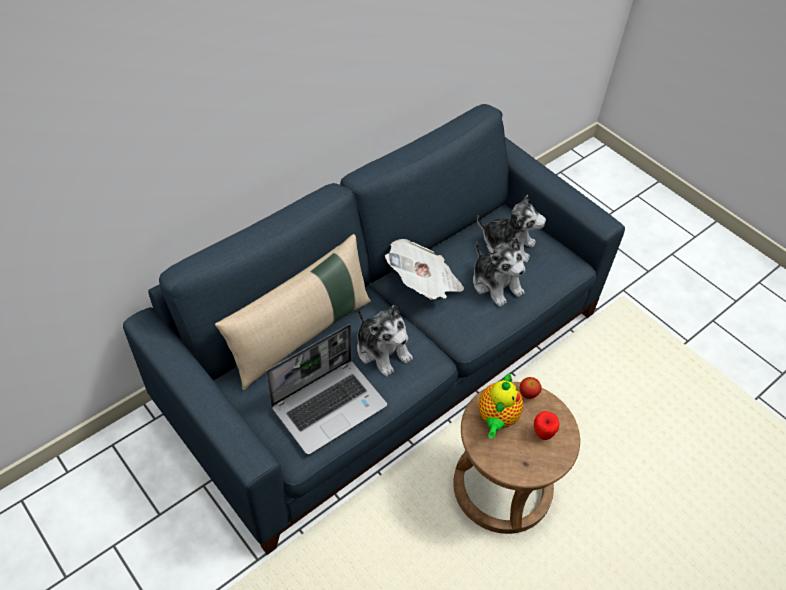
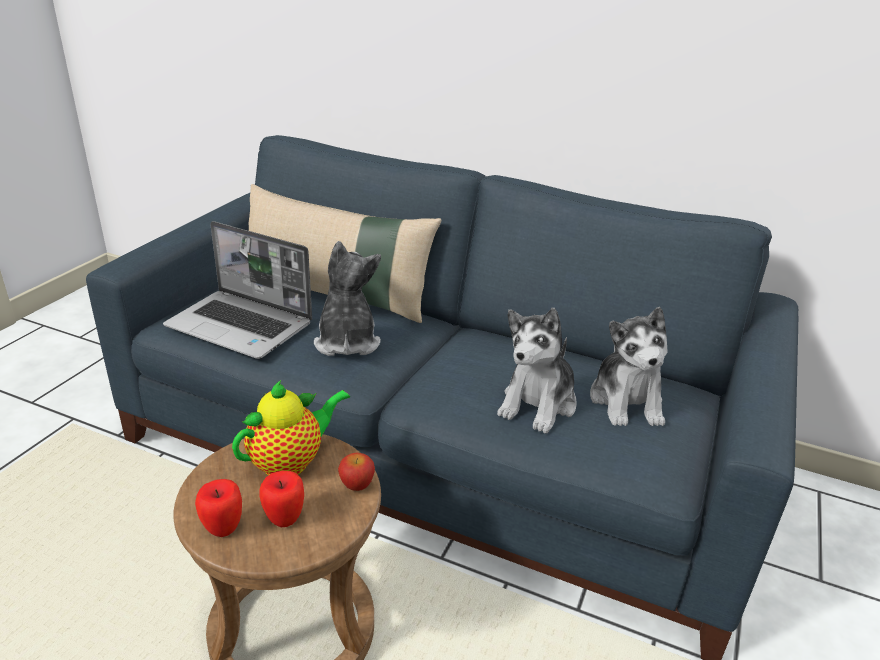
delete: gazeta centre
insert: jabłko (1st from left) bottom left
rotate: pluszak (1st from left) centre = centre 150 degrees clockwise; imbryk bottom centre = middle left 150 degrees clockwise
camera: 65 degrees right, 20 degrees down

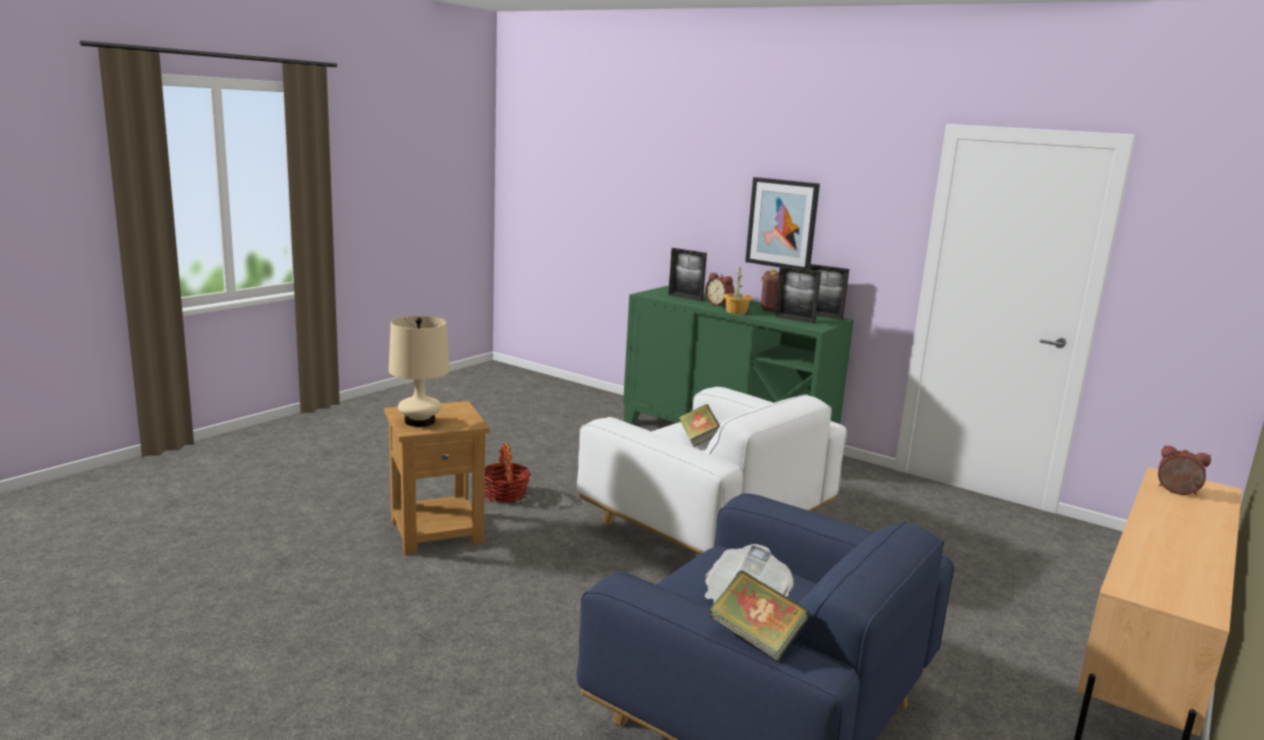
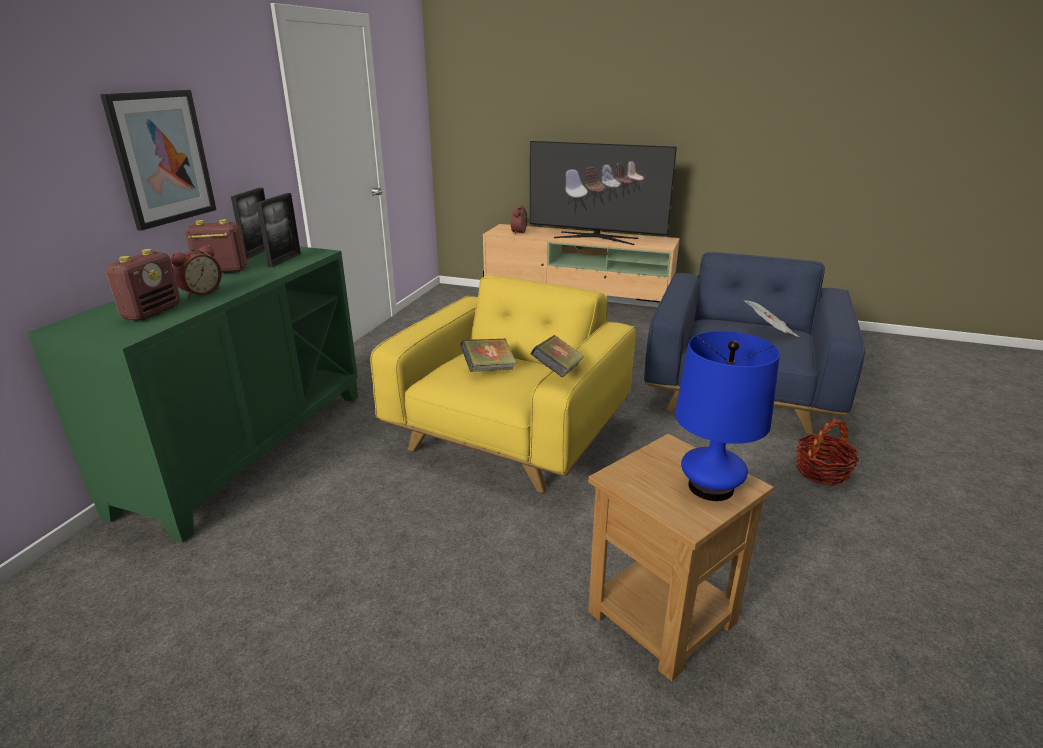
delete: roślina doniczkowa centre
insert: telewizor top centre
move: koszyk centre to middle right; książka (2nd from left) bottom centre to centre
replace: ramka na zdjęcie (1st from left) centre to radio (1st from left) middle left
recolor: lampa stołowa [beżowy] middle left to lampa stołowa [niebieski] middle right; fotel [biały] centre to fotel [żółty] centre
camera: 105 degrees left, 10 degrees up

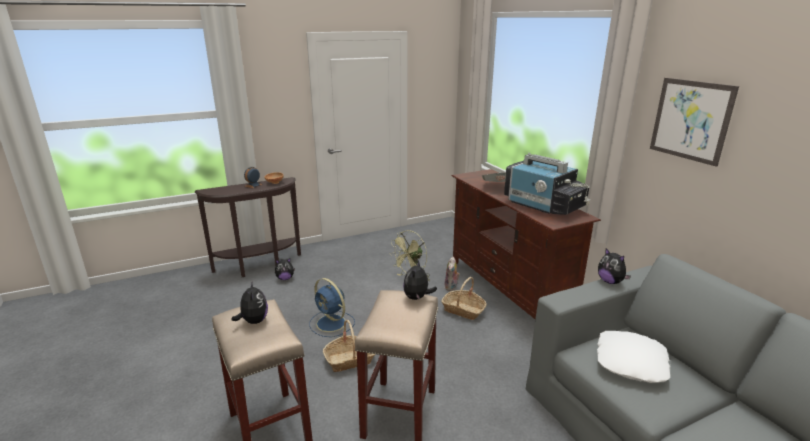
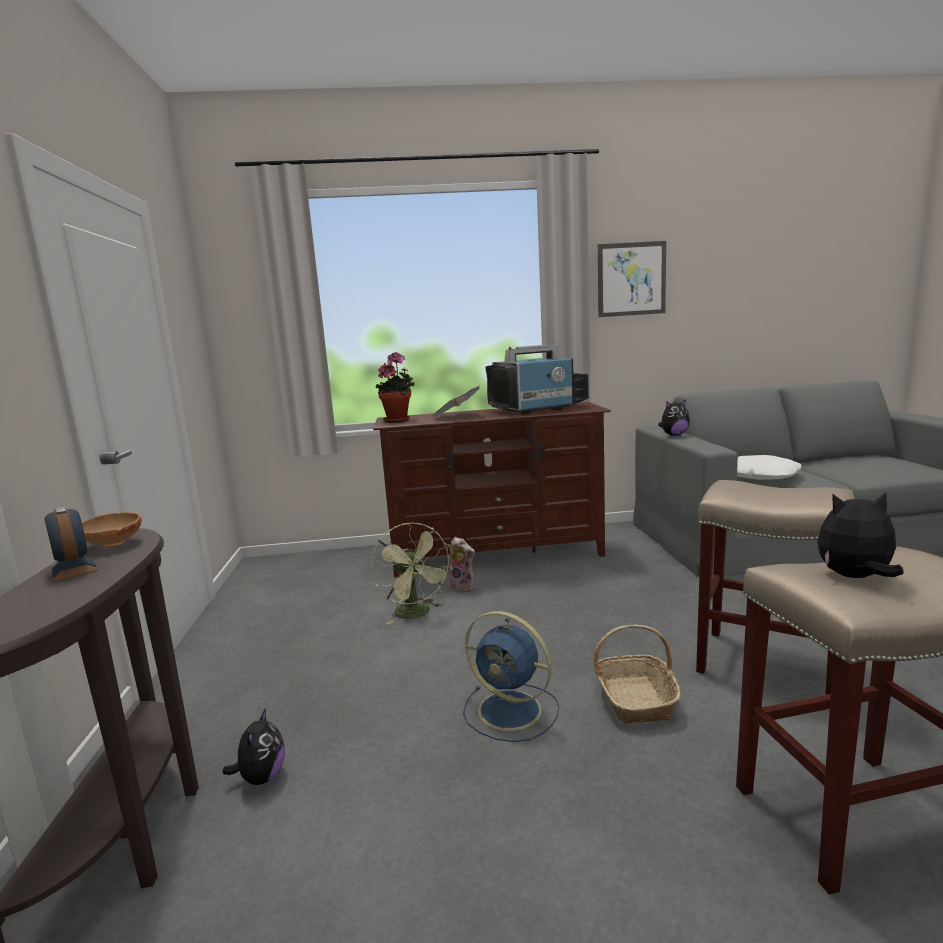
delete: pluszak (3rd from left) centre; koszyk (2nd from left) bottom centre
insert: roślina doniczkowa centre
rotate: wentylator [niebieski] bottom centre = bottom centre 60 degrees clockwise
camera: 70 degrees left, 10 degrees down

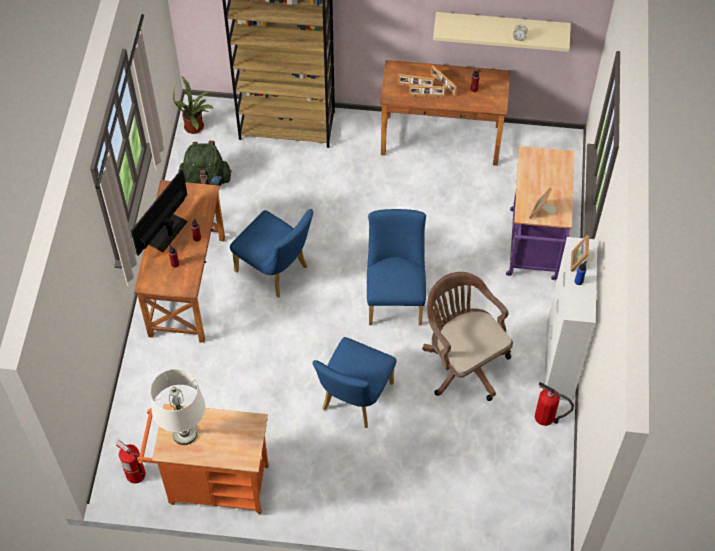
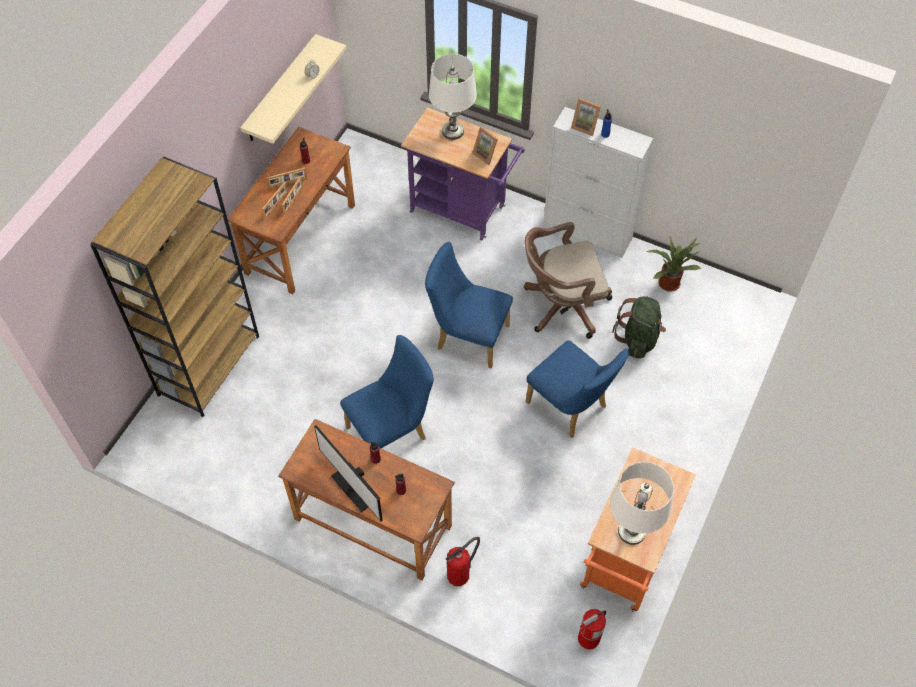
insert: lampa stołowa [biały] (1st from left) top centre
move: roślina doniczkowa top left to middle right; plecak [zielony] top left to middle right; gaśnica (2nd from left in the first image) bottom right to gaśnica (1st from left) bottom centre
camera: 70 degrees left, 0 degrees up

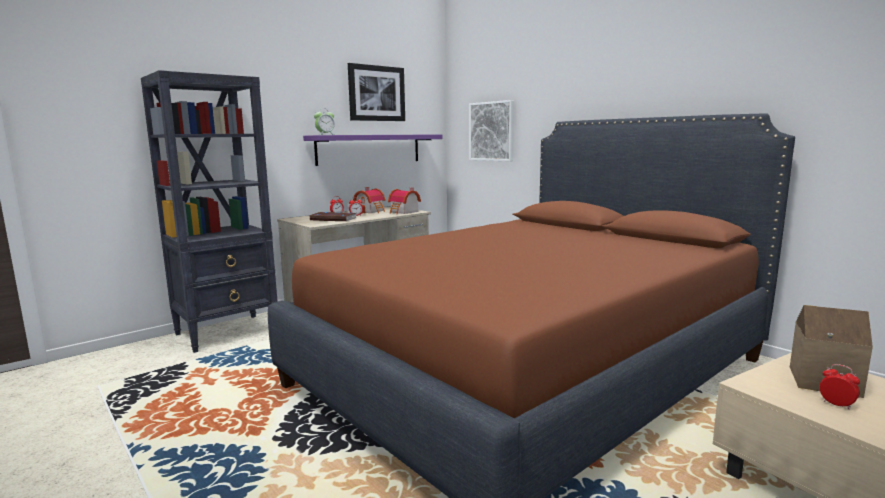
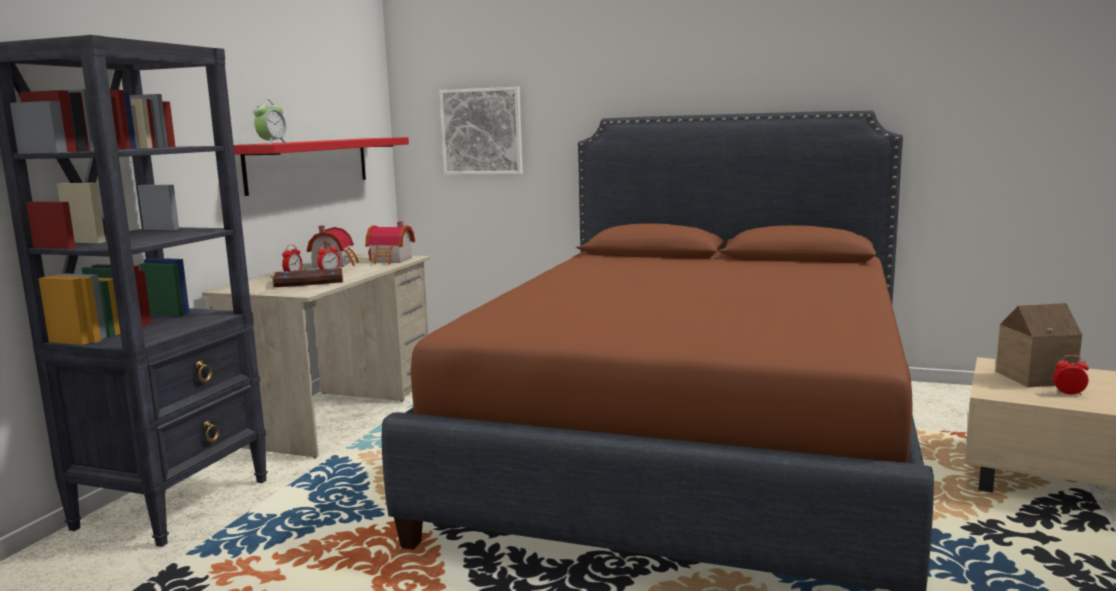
delete: obraz (1st from left) top centre
recolor: półka [fioletowy] top centre to półka [czerwony] top left
camera: 30 degrees left, 0 degrees up

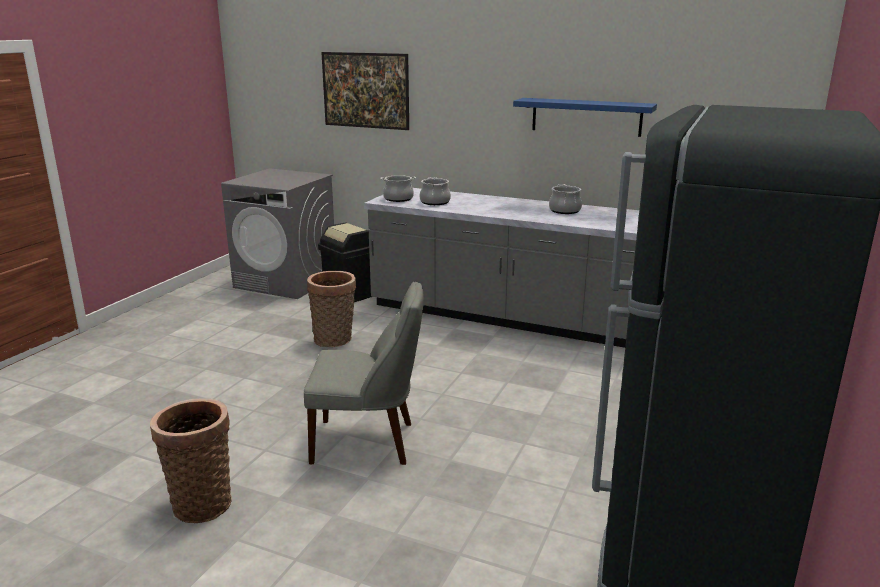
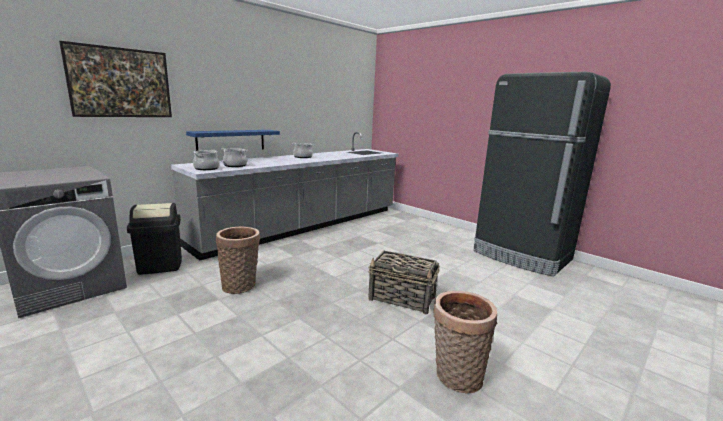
move: półka [niebieski] top centre to top left
replace: krzesło [szary] centre to koszyk (2nd from left) bottom centre
camera: 70 degrees left, 5 degrees down

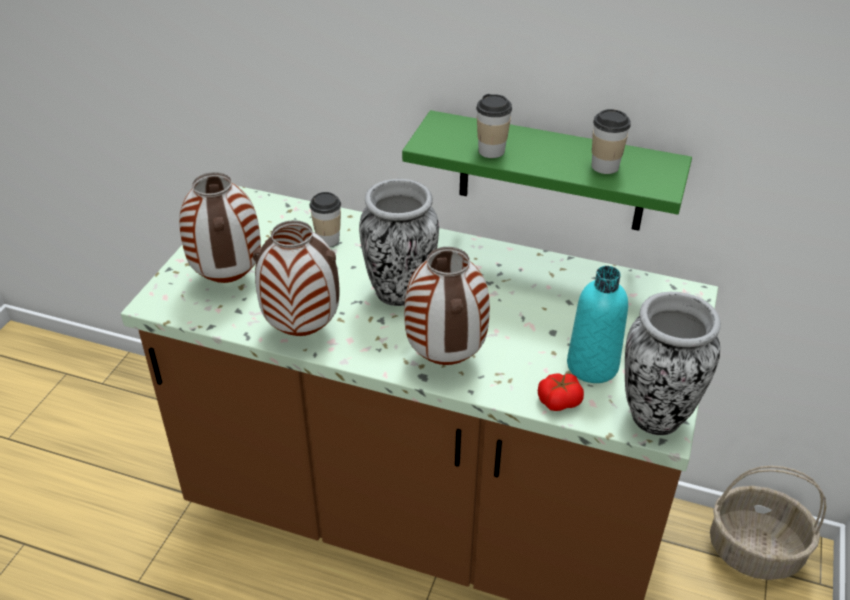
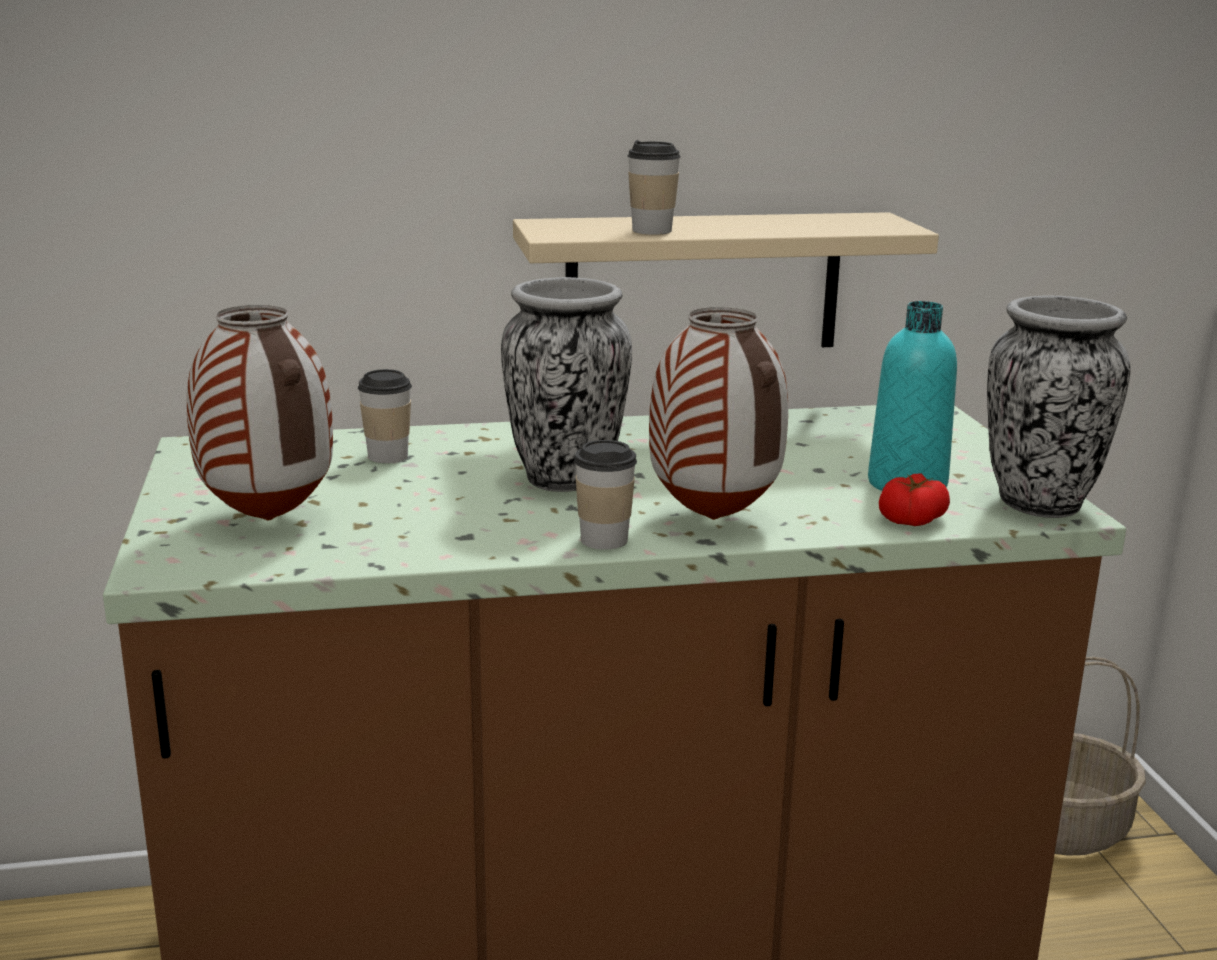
delete: wazon (2nd from left) centre
move: filiżanka (3rd from left in the first image) top right to filiżanka (2nd from left) centre
recolor: półka [zielony] top centre to półka [beżowy] top centre
camera: 30 degrees left, 20 degrees down

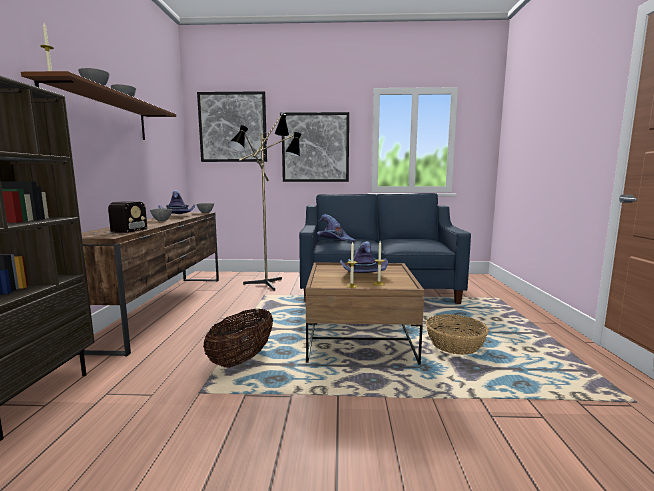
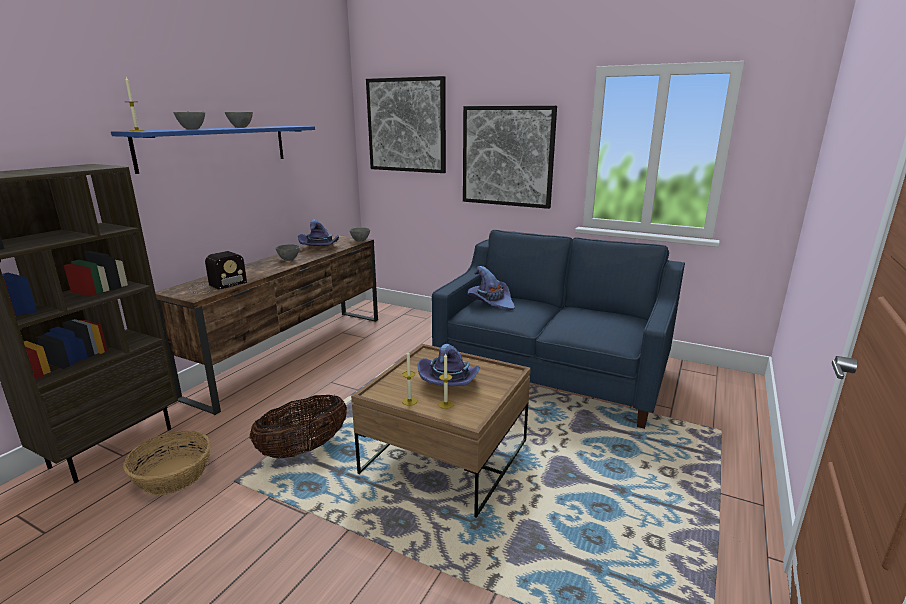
delete: lampa stojąca centre
move: koszyk (2nd from left in the first image) bottom right to koszyk (1st from left) bottom left
recolor: półka [brązowy] top left to półka [niebieski] top left
camera: 25 degrees right, 10 degrees up

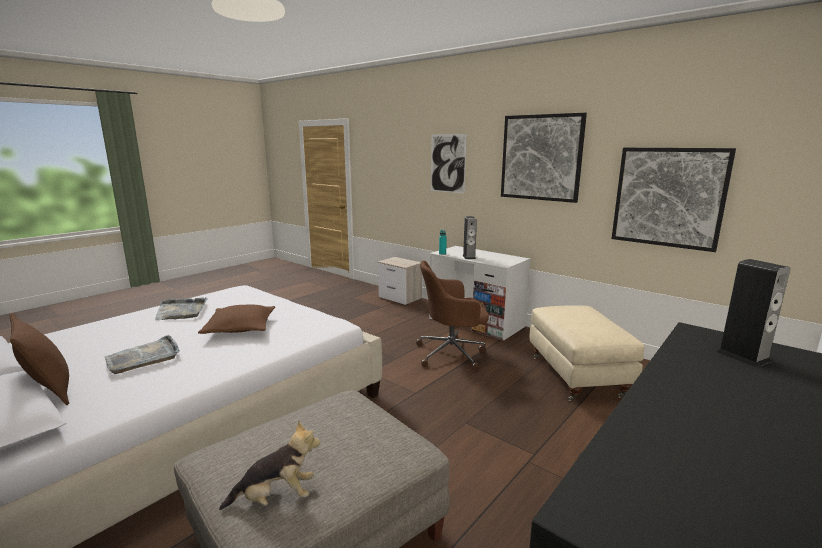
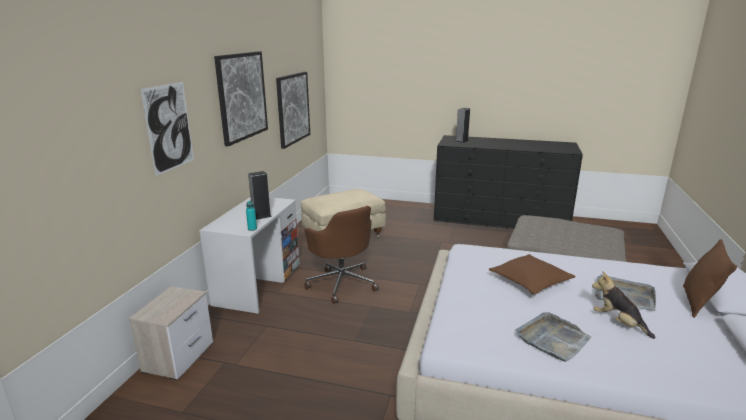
move: pluszak bottom left to bottom right
camera: 115 degrees left, 5 degrees up

